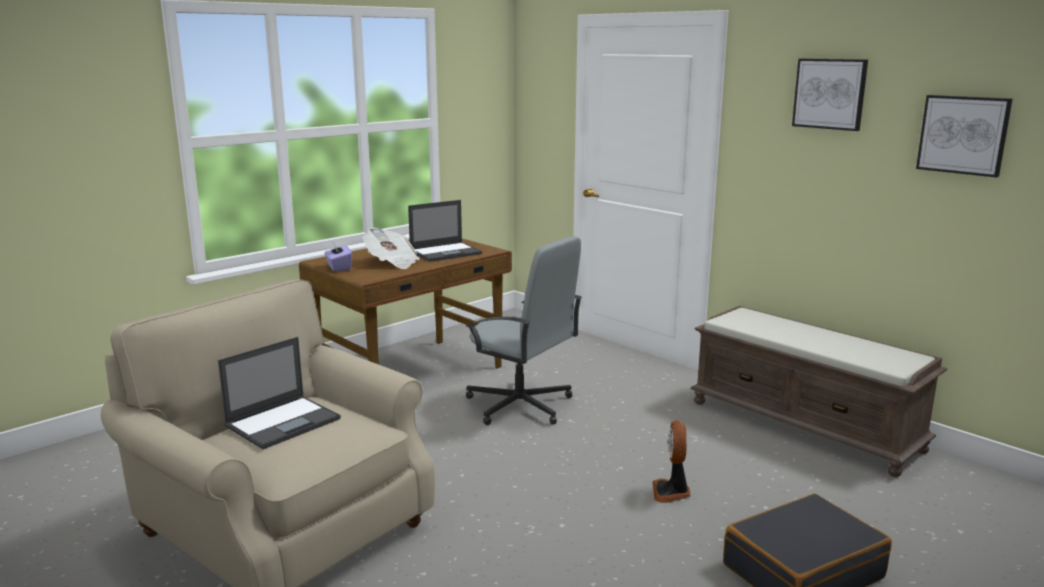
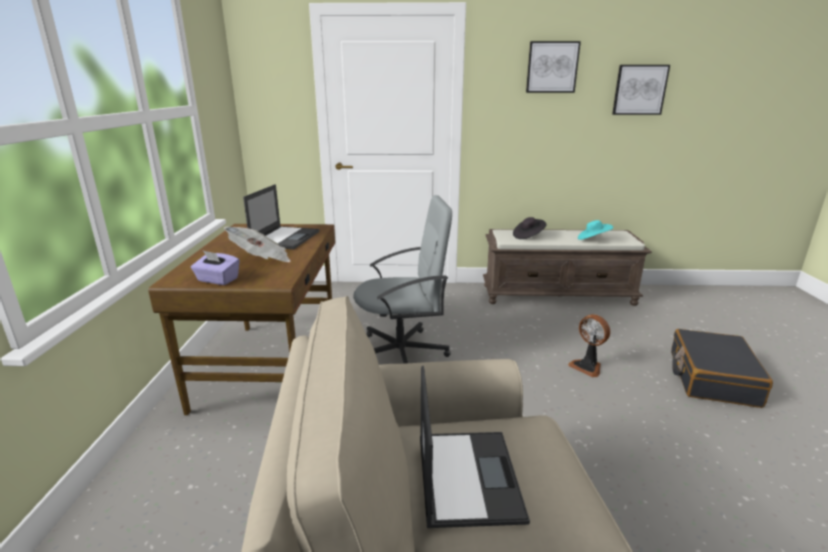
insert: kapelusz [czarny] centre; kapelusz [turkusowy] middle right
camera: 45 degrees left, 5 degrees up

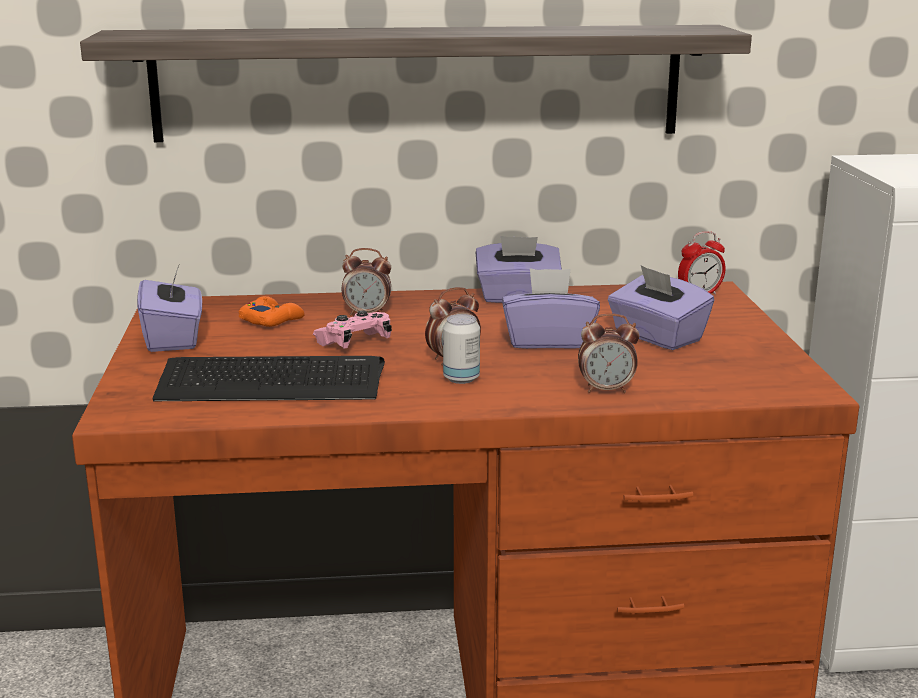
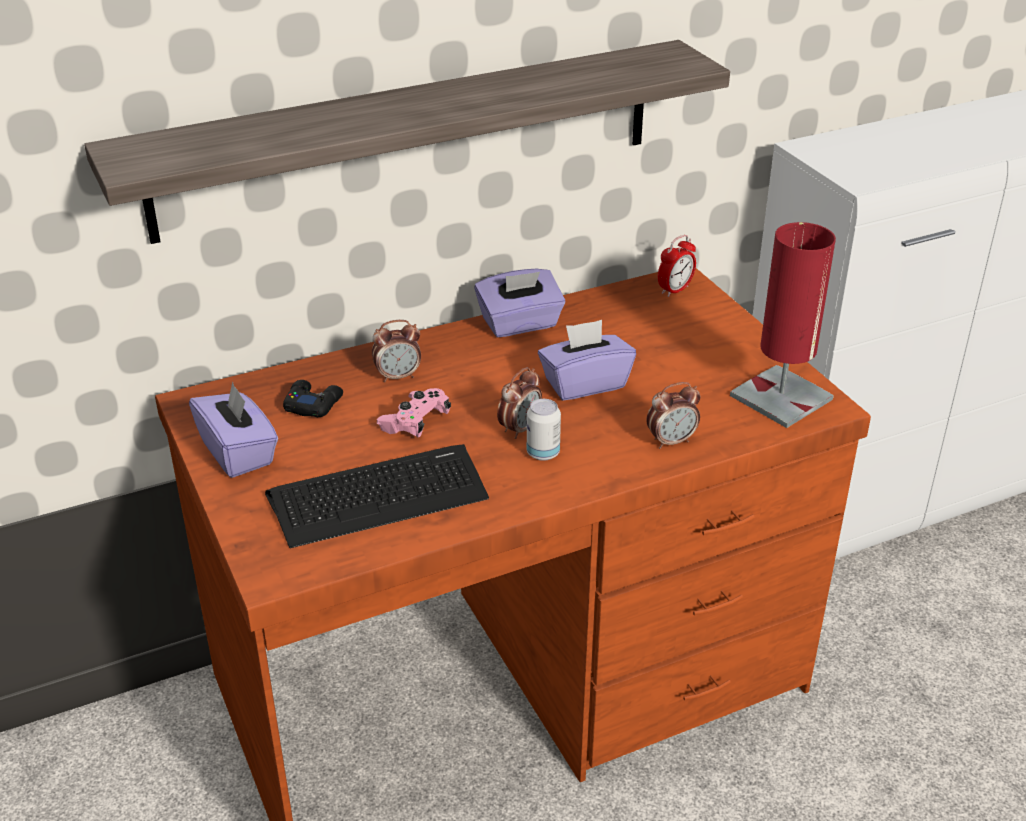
delete: pudełko chusteczek [fioletowy] (4th from left) middle right
insert: lampa stołowa [czerwony] middle right
recolor: pad do gier [pomarańczowy] middle left to pad do gier [czarny] middle left
camera: 20 degrees left, 15 degrees up

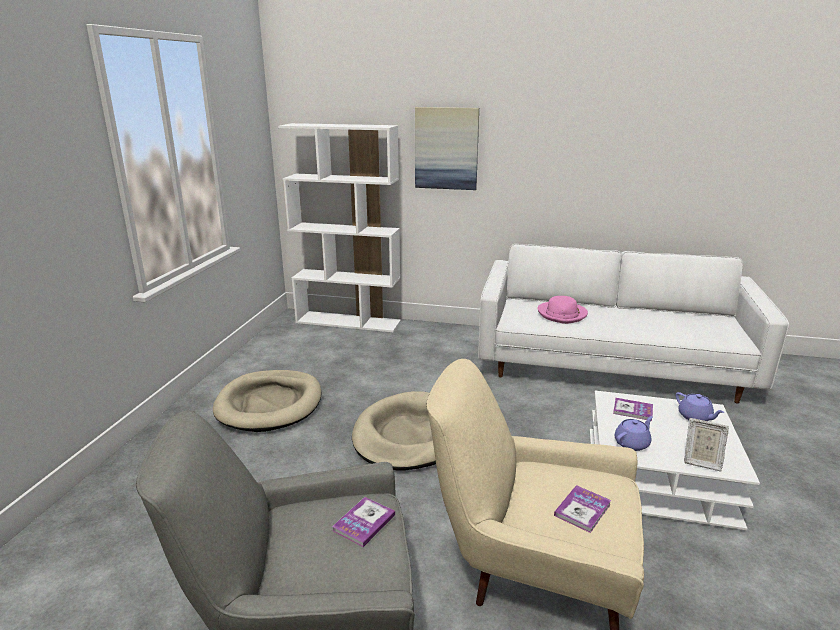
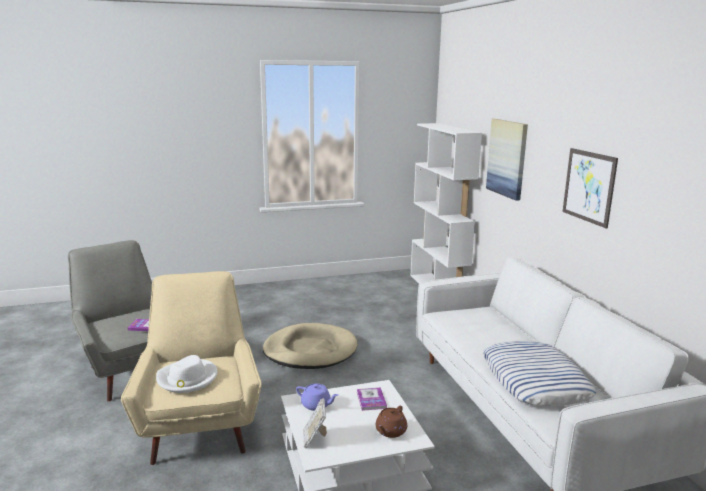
delete: kapelusz [różowy] middle right; legowisko [beżowy] (1st from left) middle left
insert: obraz (2nd from left) middle right; poduszka bottom right
replace: książka (2nd from left) bottom right to kapelusz [biały] bottom left
recolor: imbryk [fioletowy] (2nd from left) middle right to imbryk [brązowy] bottom centre
camera: 60 degrees right, 5 degrees down

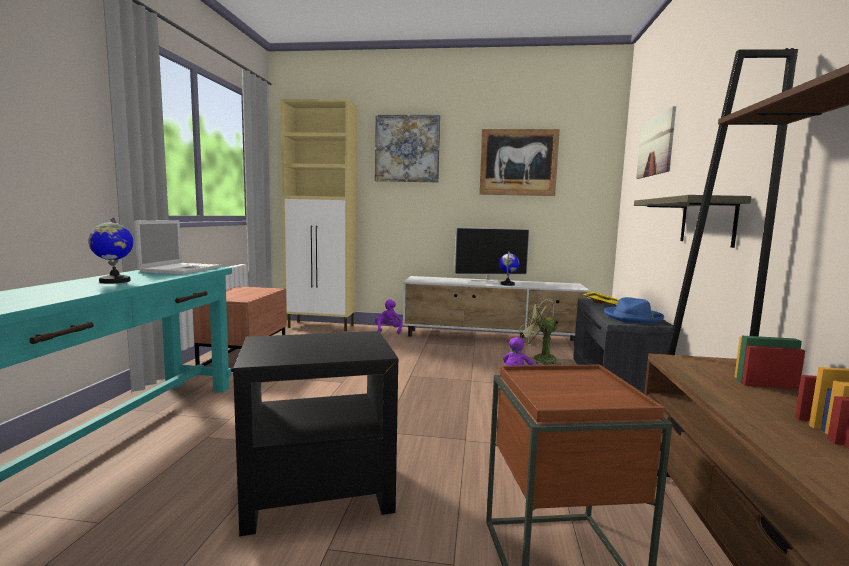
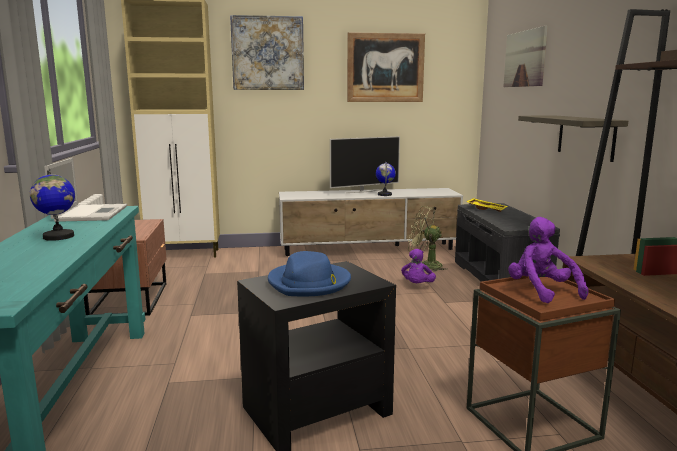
move: kapelusz [niebieski] middle right to centre; pluszak [fioletowy] (1st from left in the first image) centre to pluszak [fioletowy] (2nd from left) middle right
camera: 15 degrees left, 5 degrees up

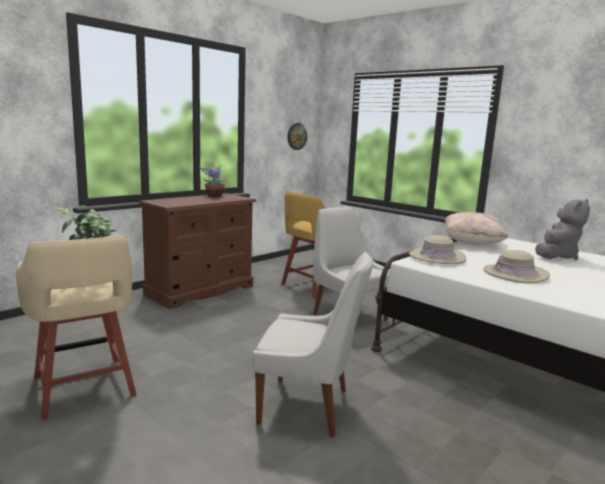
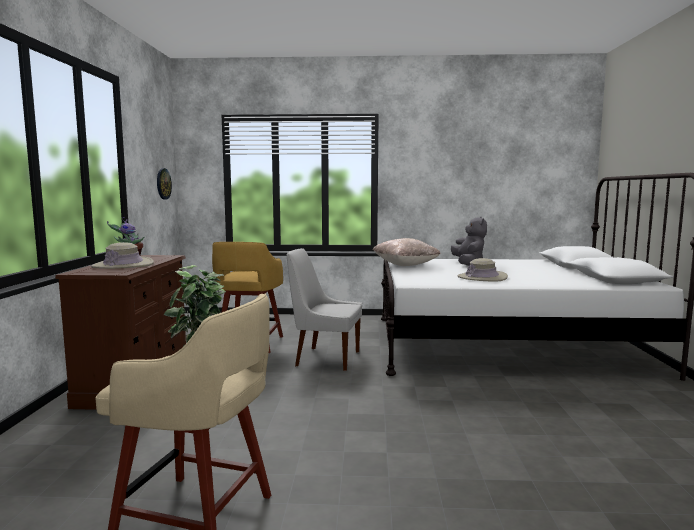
delete: krzesło [biały] (1st from left) bottom centre
move: kapelusz [beżowy] (1st from left) middle right to middle left
camera: 40 degrees left, 5 degrees down

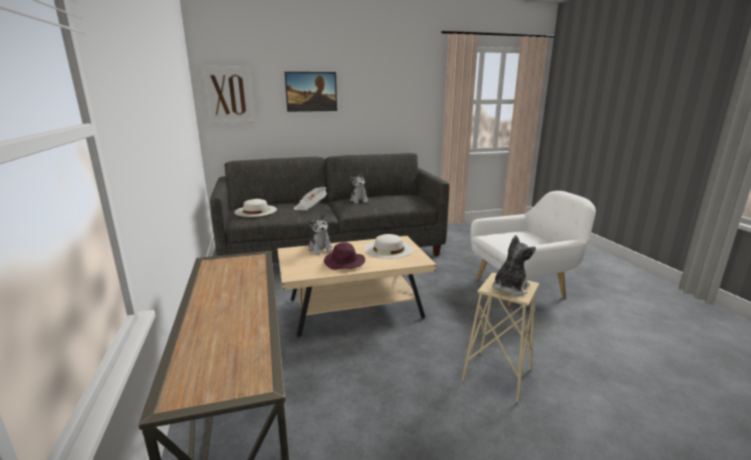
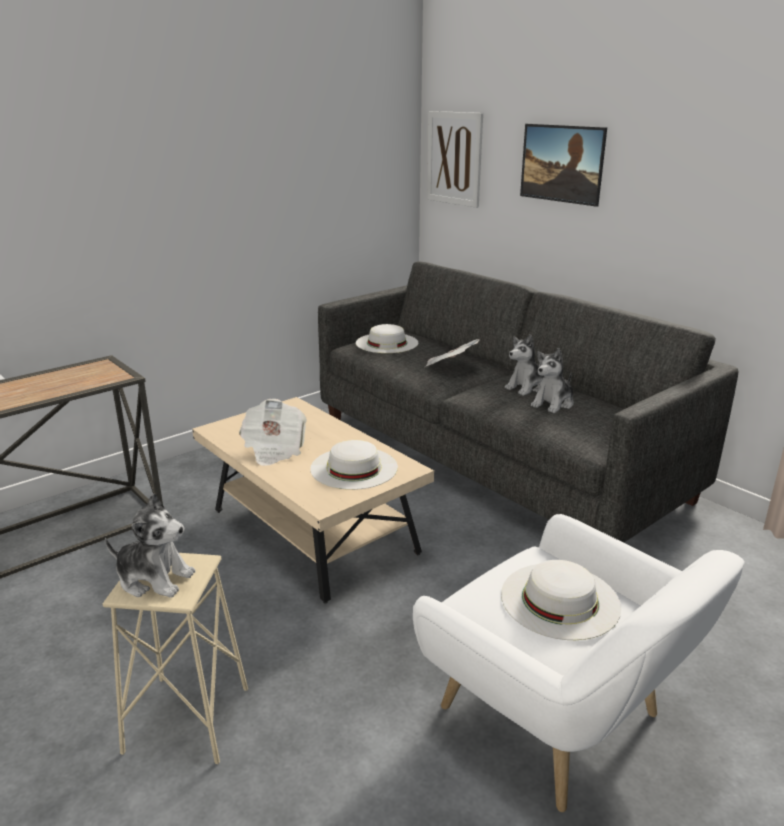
insert: kapelusz [biały] (3rd from left) bottom right
move: pluszak (1st from left in the first image) centre to pluszak (3rd from left) middle right
replace: kapelusz [fioletowy] centre to gazeta (1st from left) centre
camera: 65 degrees right, 5 degrees up

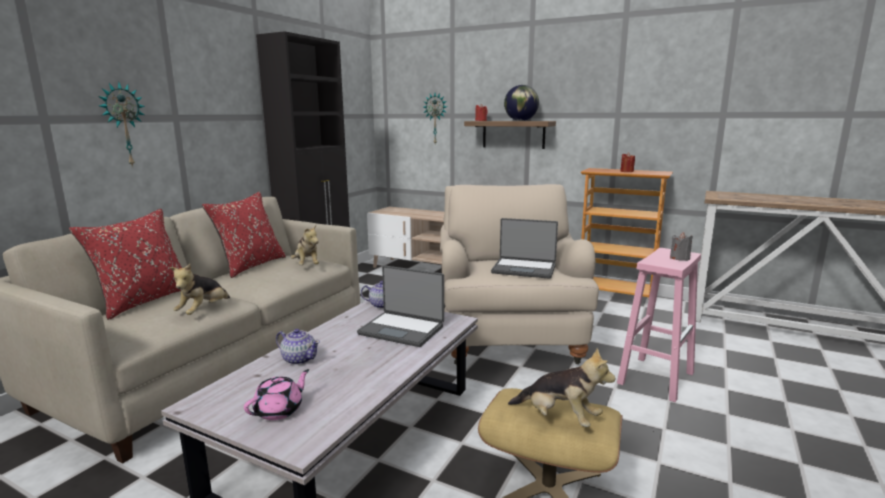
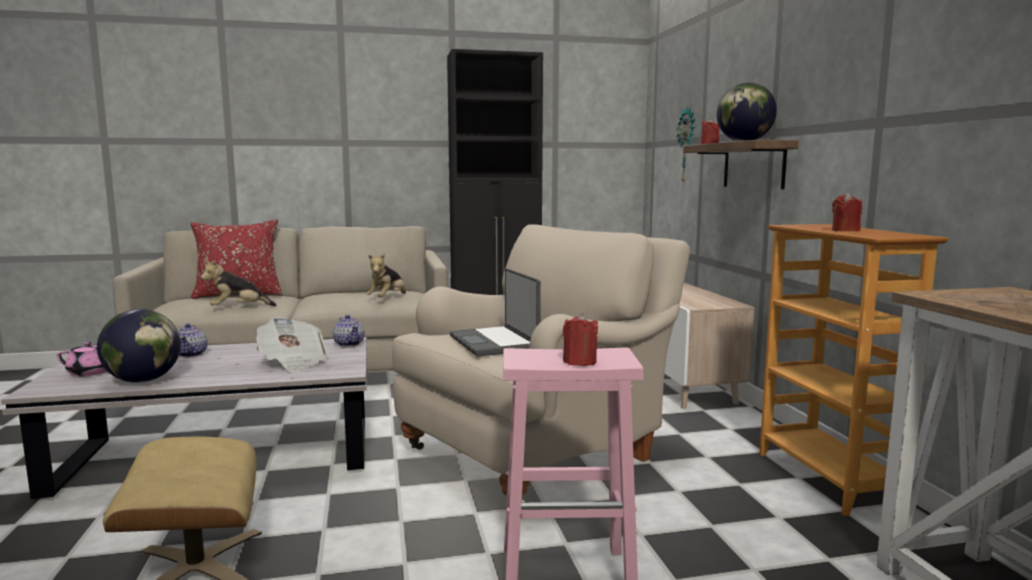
delete: zegar ścienny (1st from left) top left; poduszka [czerwony] (2nd from left) middle left; pluszak (3rd from left) bottom centre
insert: globus (1st from left) middle left
replace: laptop (1st from left) centre to gazeta middle left
recolor: świeca [szary] middle right to świeca [czerwony] (1st from left) centre
camera: 50 degrees right, 5 degrees down

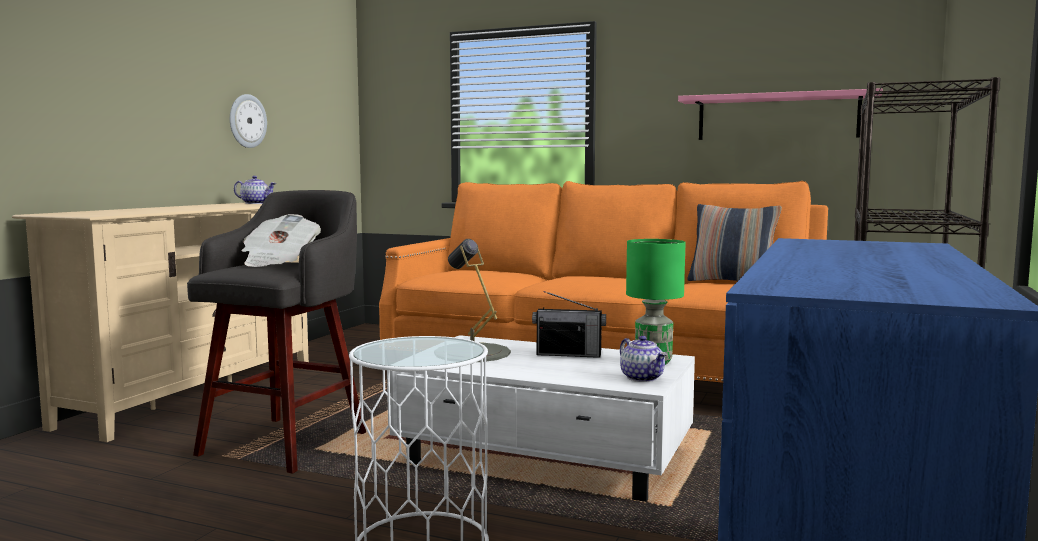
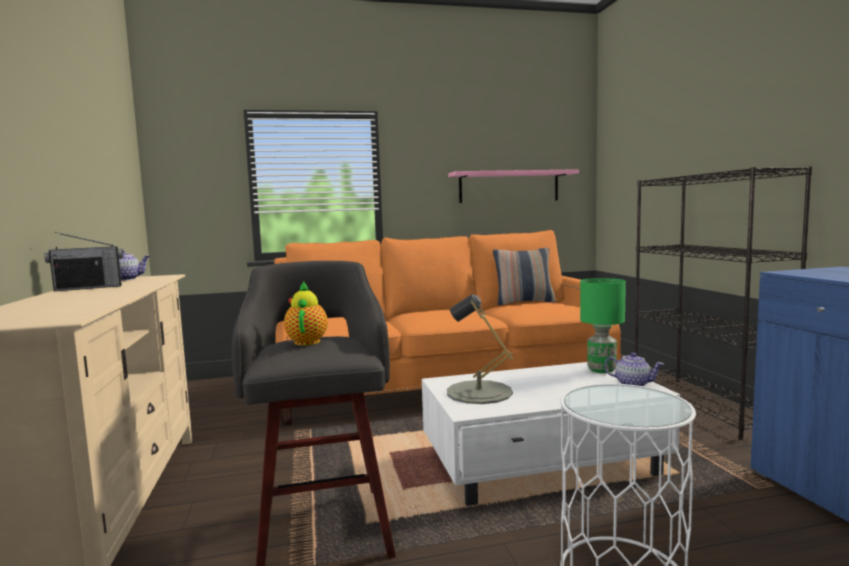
delete: zegar ścienny top left
move: radio centre to middle left
replace: gazeta middle left to imbryk (2nd from left) centre
camera: 35 degrees left, 0 degrees up

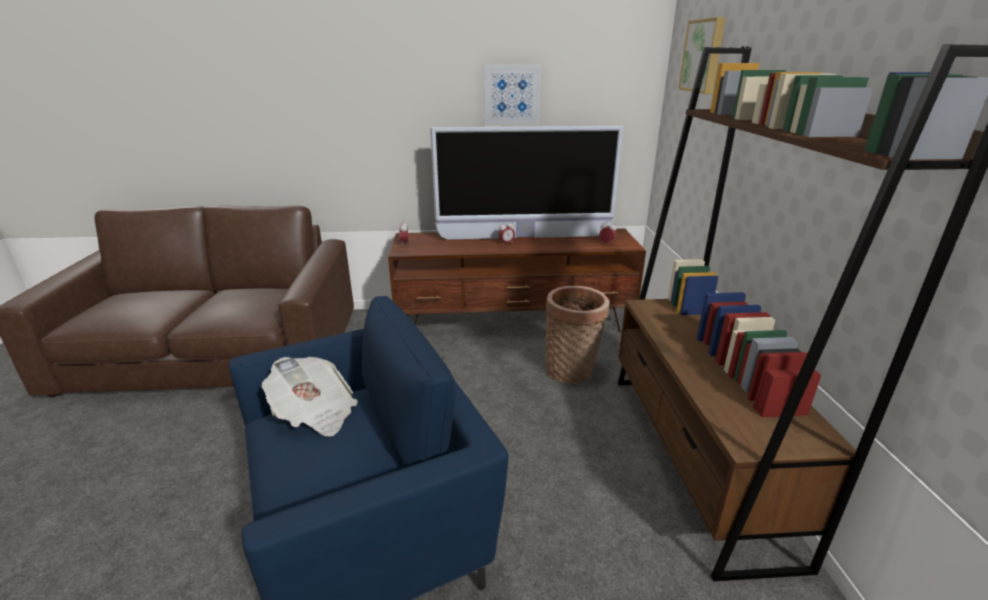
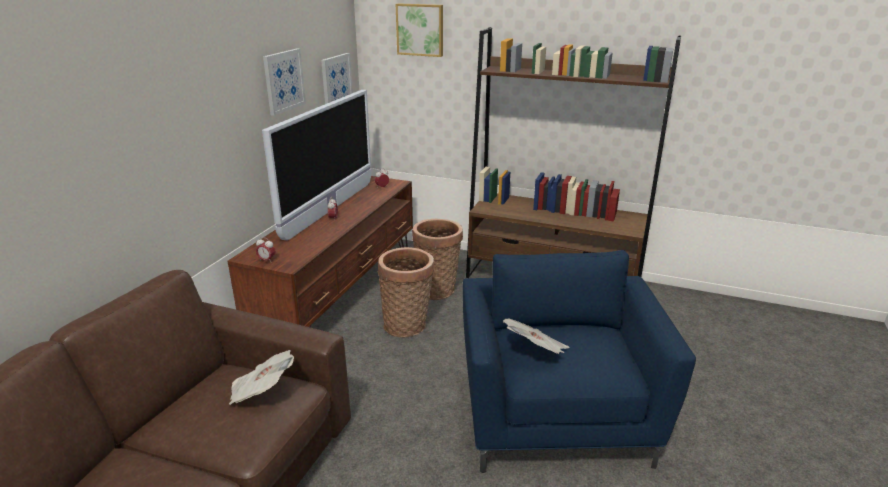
insert: obraz (2nd from left) top centre; koszyk (1st from left) centre; gazeta (1st from left) bottom left
camera: 65 degrees left, 0 degrees up

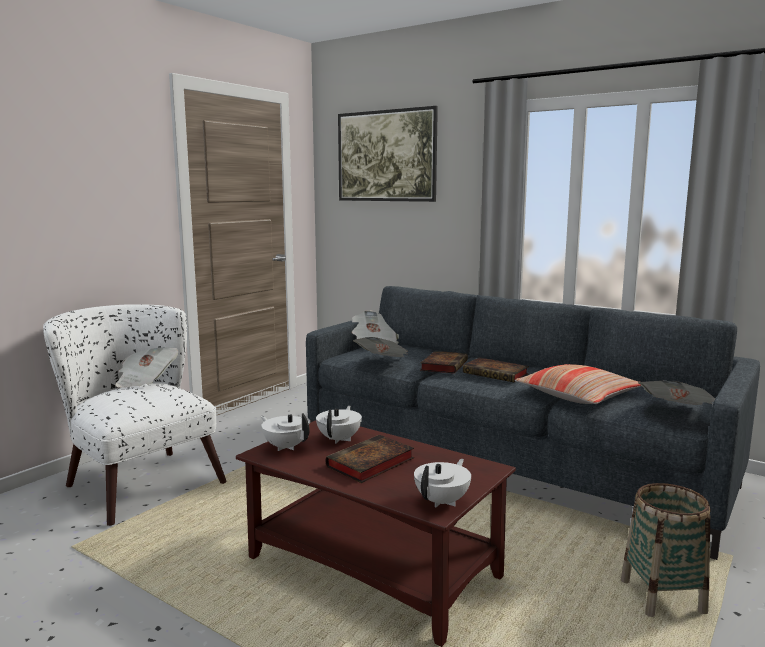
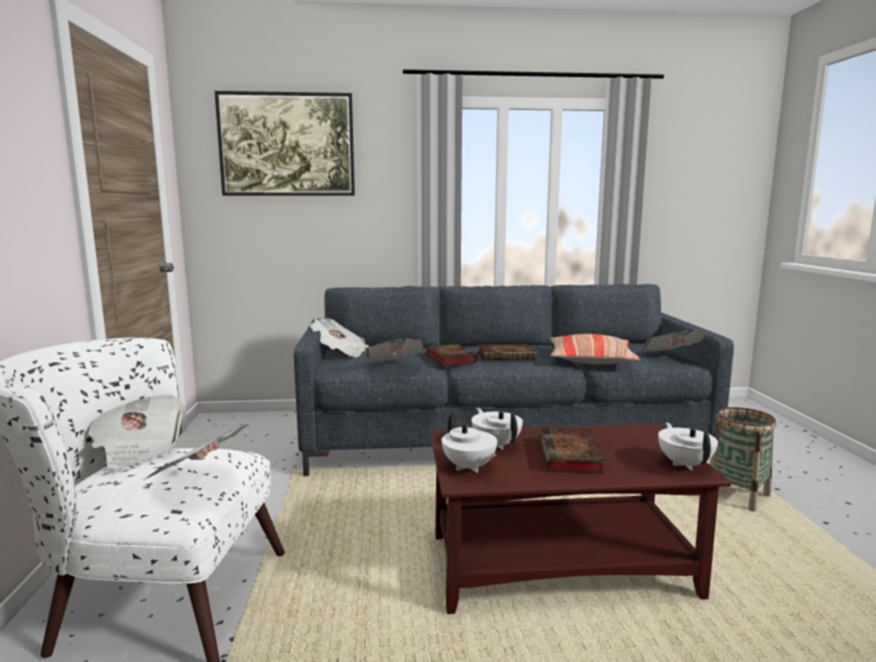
insert: gazeta (2nd from left) bottom left
rotate: imbryk [biały] (1st from left) bottom centre = bottom centre 120 degrees counterclockwise
camera: 40 degrees left, 0 degrees up

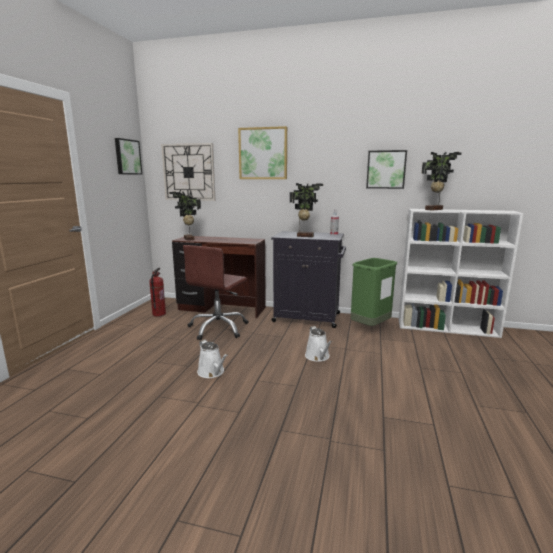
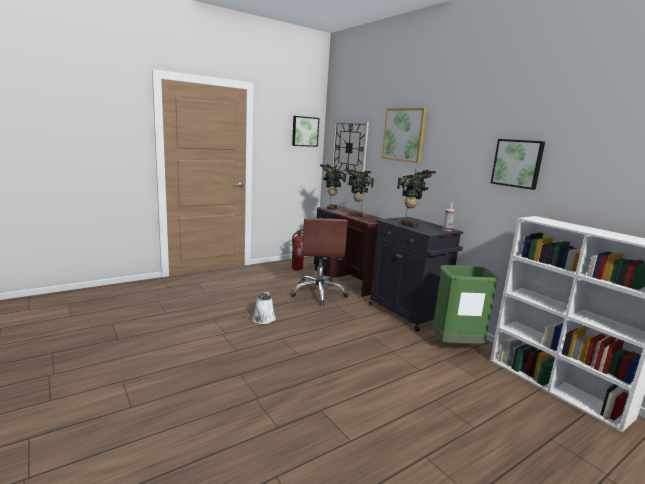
delete: konewka [biały] (2nd from left) centre
move: roślina doniczkowa (3rd from left in the first image) top right to roślina doniczkowa (2nd from left) centre
rotate: krzesło biurowe [brązowy] centre = centre 75 degrees counterclockwise
camera: 40 degrees right, 0 degrees up

